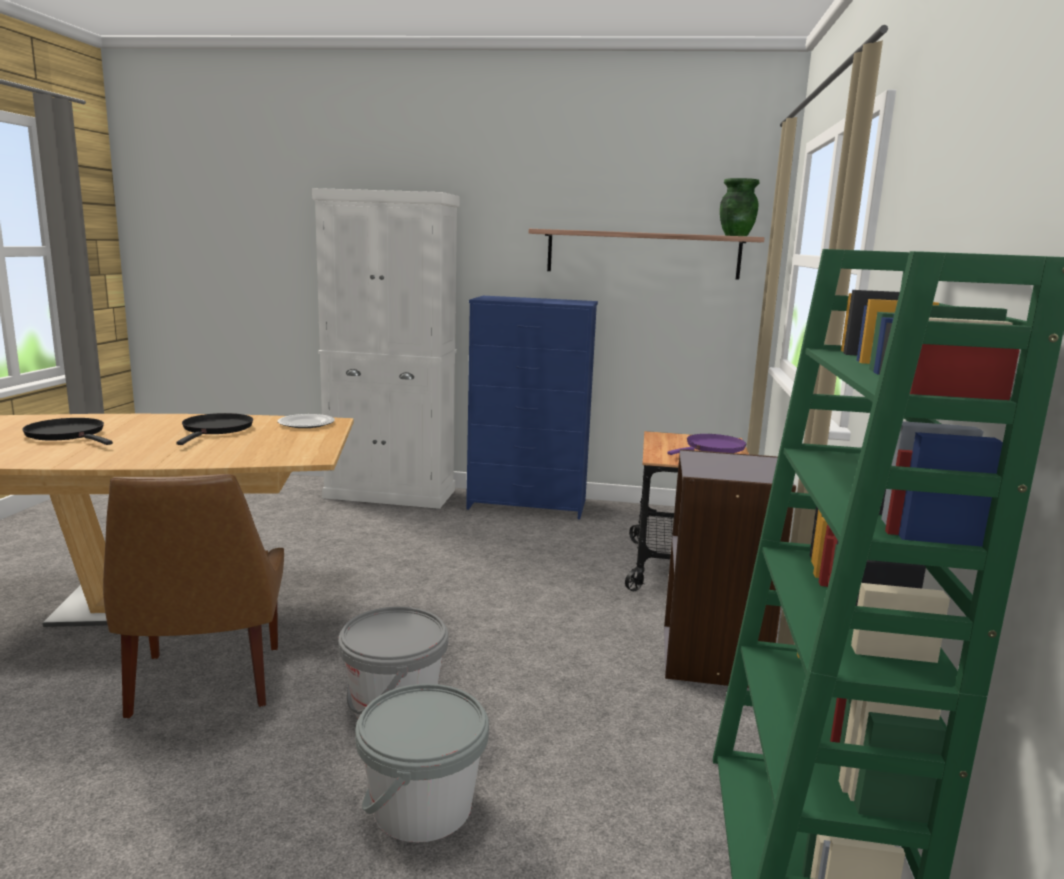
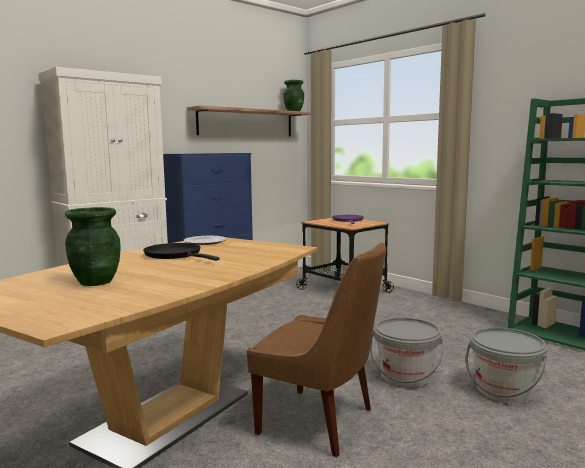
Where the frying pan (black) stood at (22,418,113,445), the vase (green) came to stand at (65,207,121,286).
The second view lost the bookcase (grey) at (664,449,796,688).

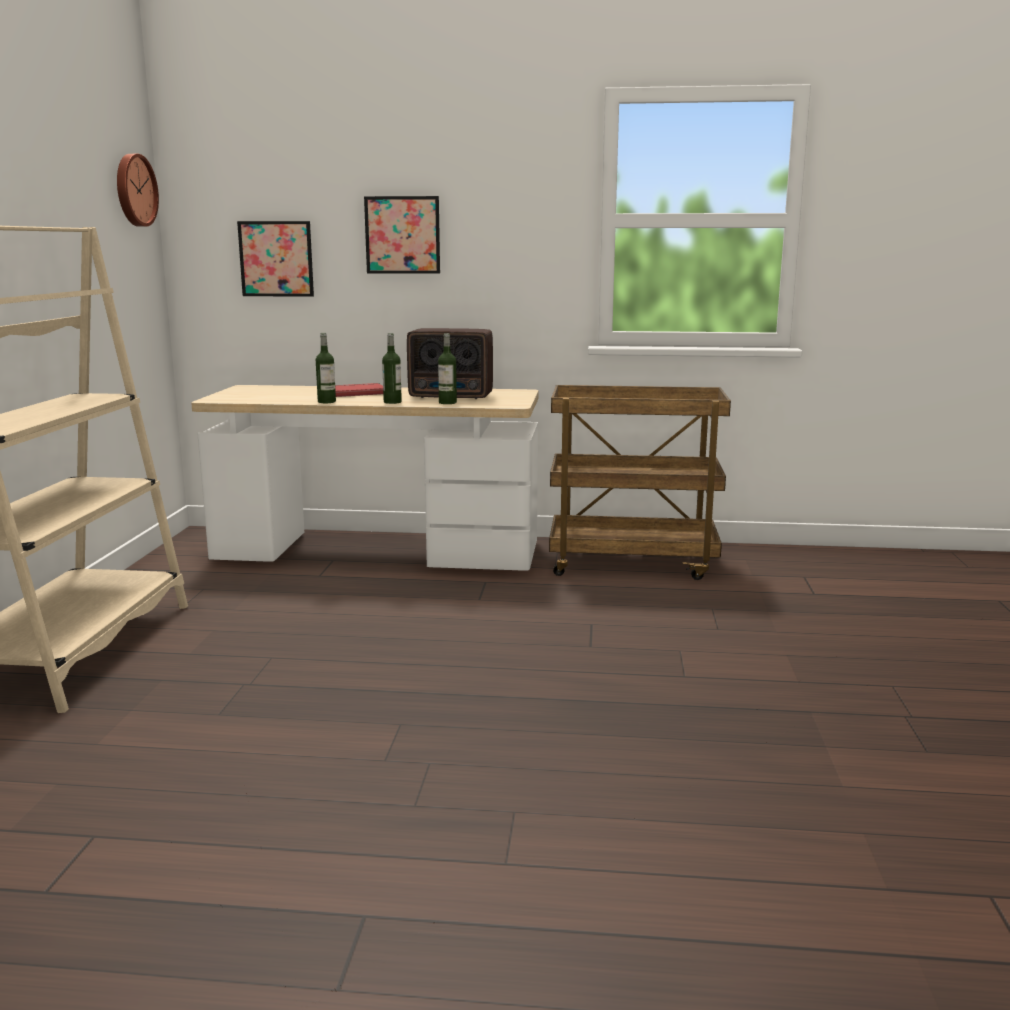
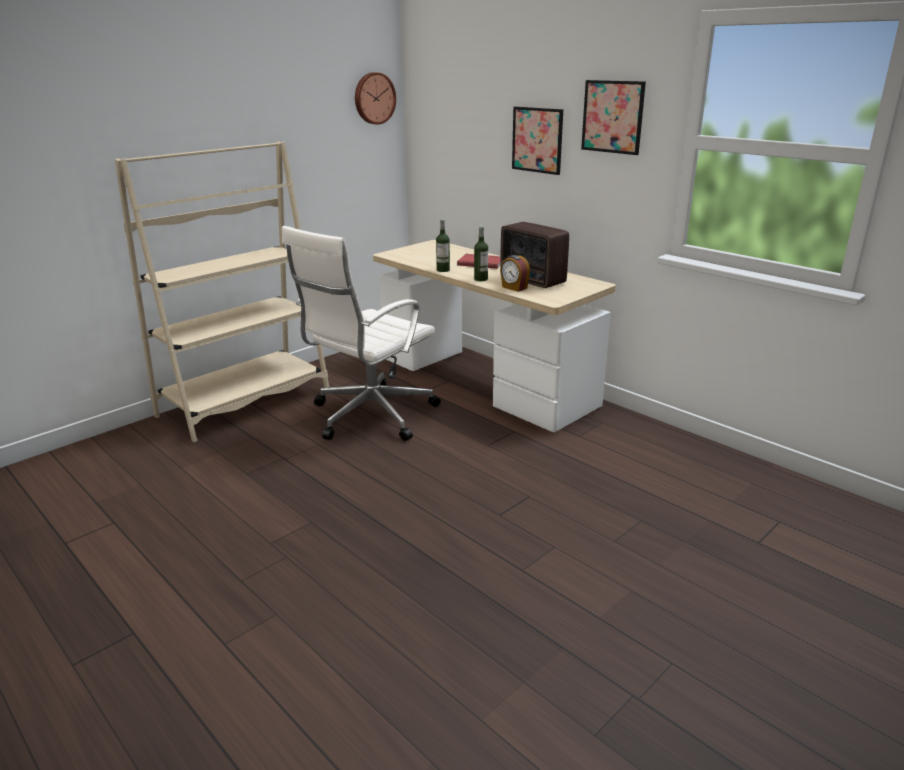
The picture ended up elsewhere, having gone from (237,221,314,297) to (581,80,646,155).
Where the bottle stood at (438,333,457,404), the alarm clock came to stand at (500,255,530,292).
The second view lost the cart (brown) at (549,385,731,580).
The second view gained the office chair (white) at (282,226,441,441).

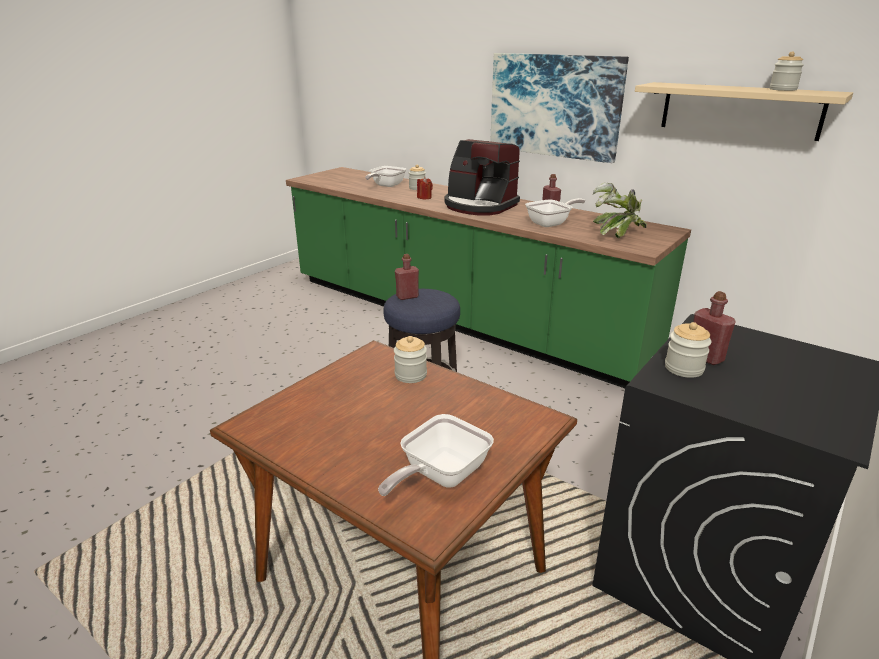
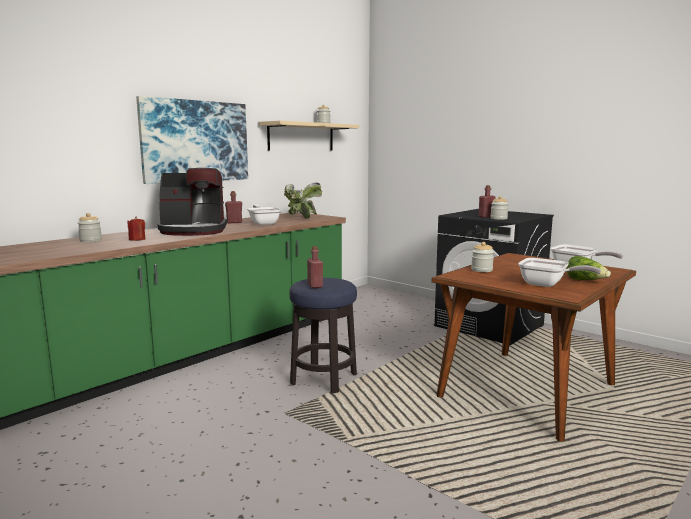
The frying pan ended up elsewhere, having gone from (365,166,407,187) to (518,258,601,287).
The coffee machine at (445,139,520,216) ended up facing another way, 45 degrees clockwise from before.
The second view gained the lettuce at (566,256,611,280).

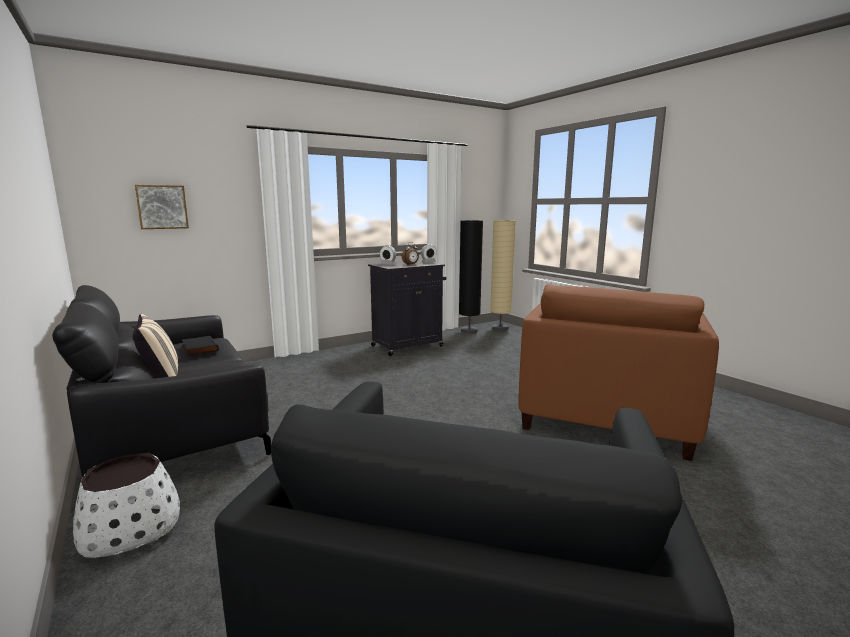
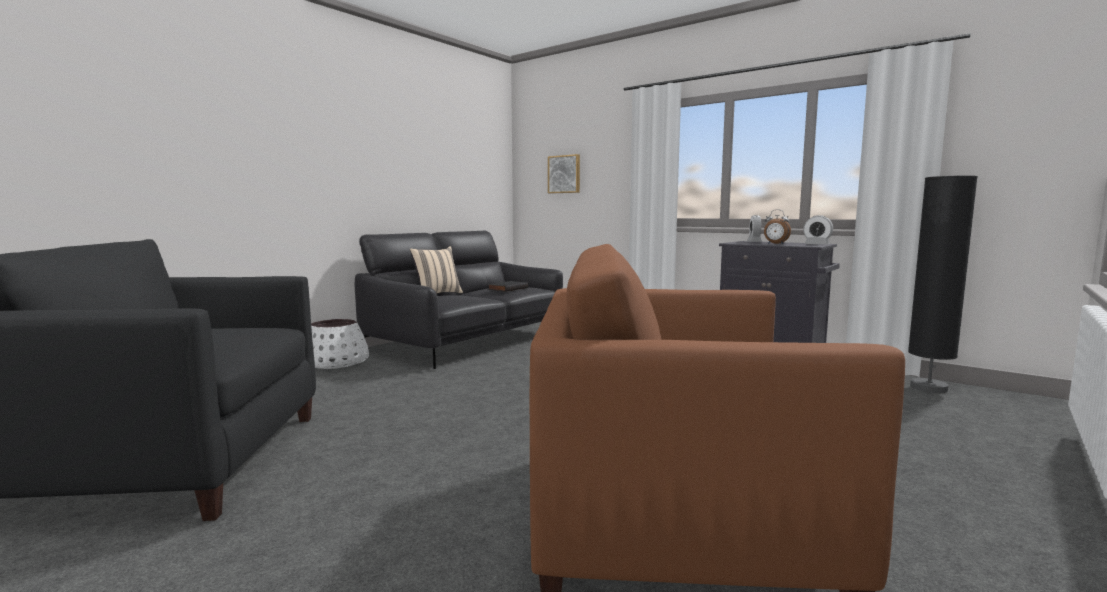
The second view lost the floor lamp (beige) at (490,220,516,331).

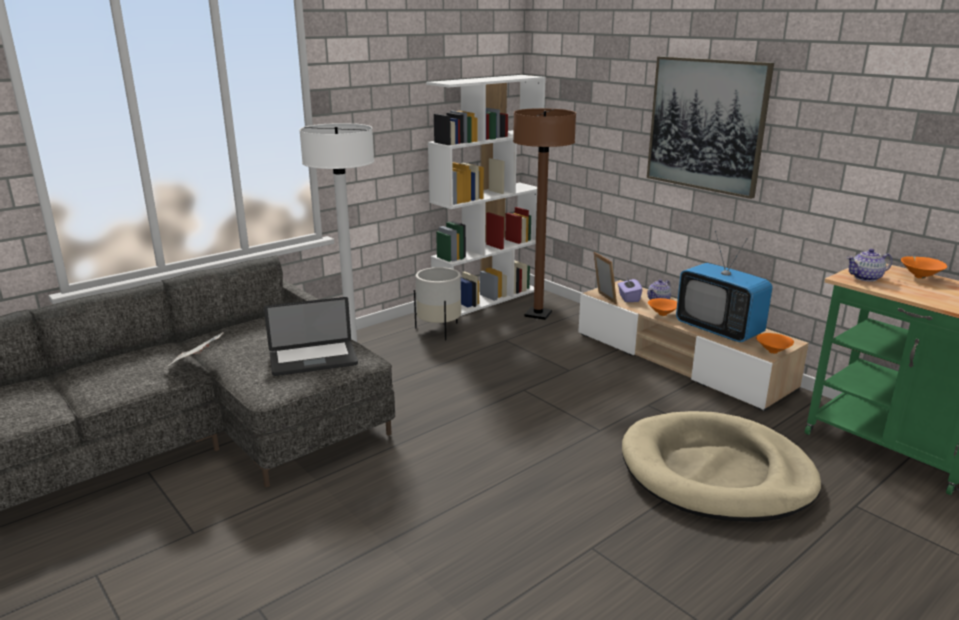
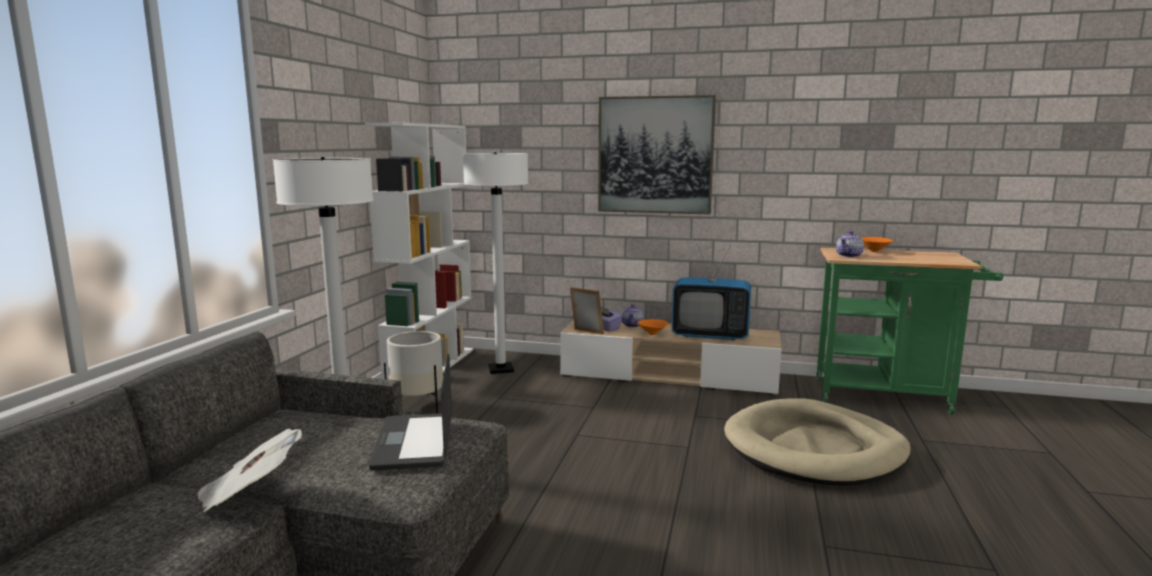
The laptop at (264,297,358,376) ended up facing another way, 135 degrees clockwise from before.
What was the floor lamp (brown) at (513,108,576,320) turned into the floor lamp (white) at (463,152,529,374).
The second view lost the bowl (orange) at (756,333,794,354).

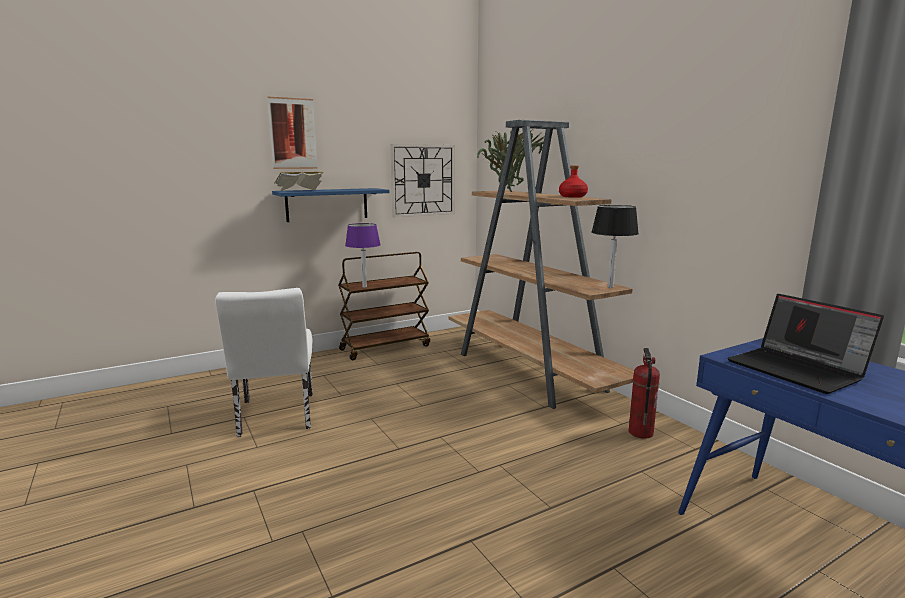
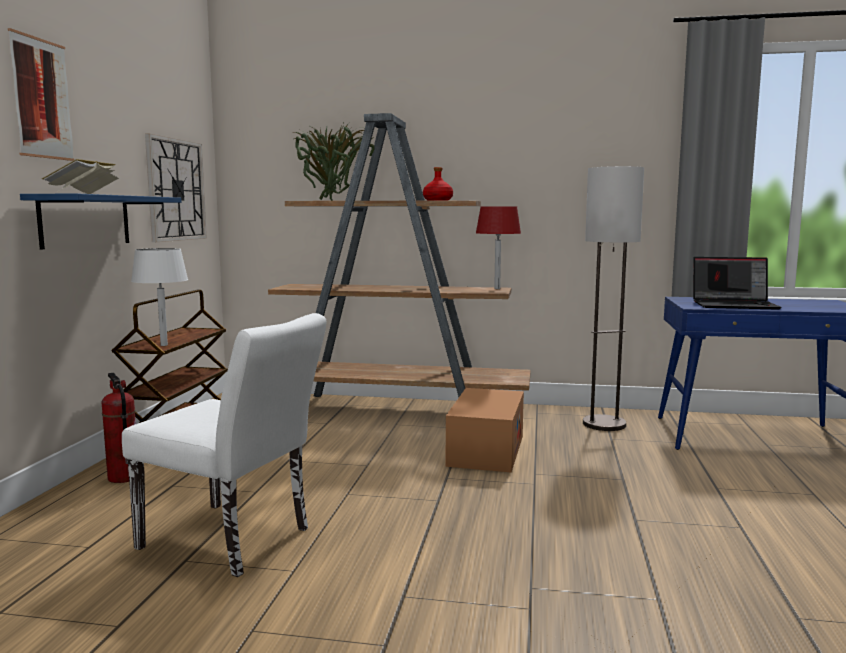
What was the table lamp (purple) at (345,223,381,288) turned into the table lamp (white) at (131,248,188,346).
What was the table lamp (black) at (592,205,639,288) turned into the table lamp (red) at (476,206,521,289).
The fire extinguisher ended up elsewhere, having gone from (629,348,660,439) to (102,373,136,483).
The second view gained the cardboard box at (446,388,524,472).
The second view gained the floor lamp at (583,166,644,431).

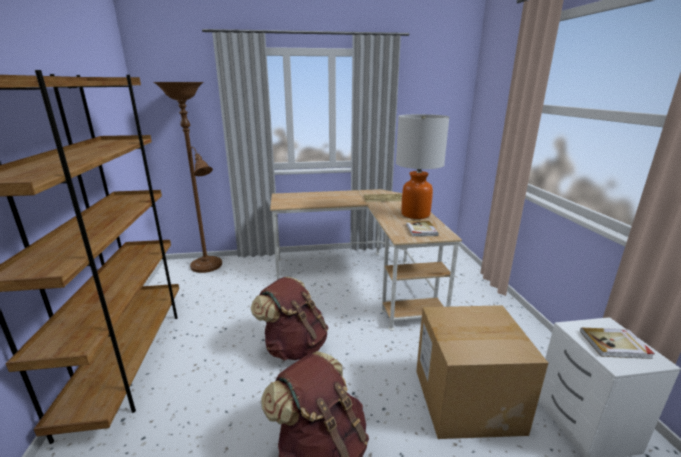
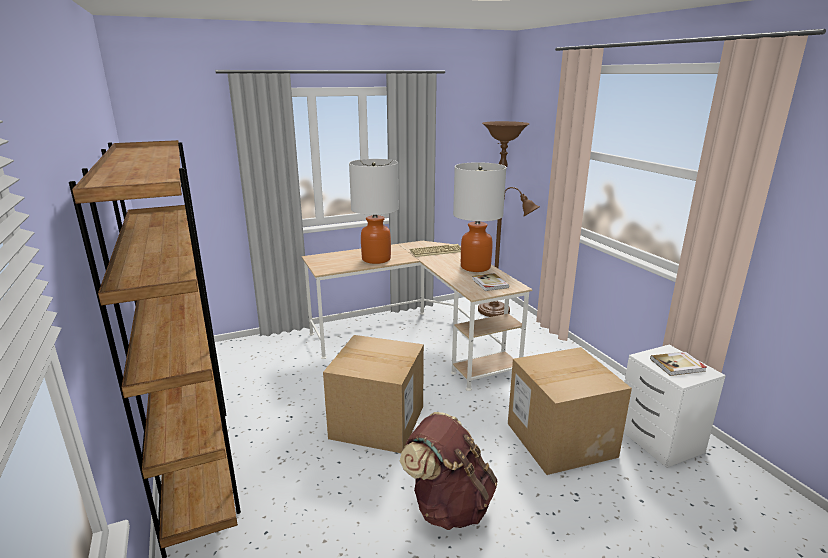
The floor lamp (brown) ended up elsewhere, having gone from (153,82,222,273) to (478,121,540,317).
Where the backpack (brown) stood at (251,277,328,361), the cardboard box came to stand at (323,335,424,453).
The second view gained the table lamp at (349,159,399,264).

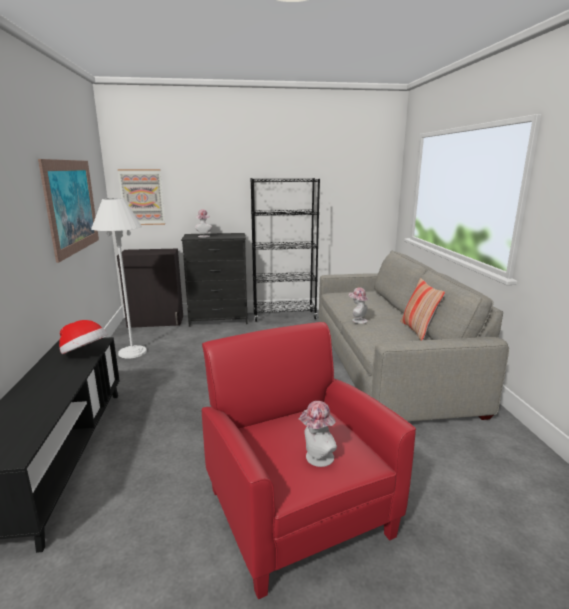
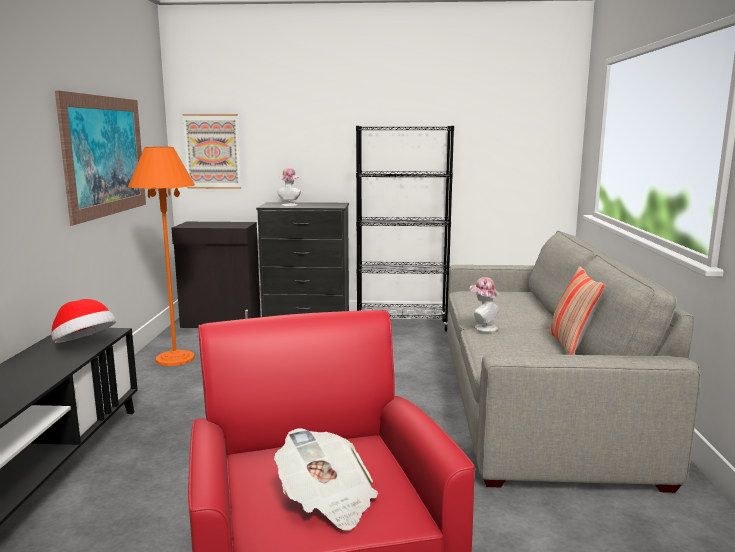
What was the floor lamp (white) at (91,198,147,358) turned into the floor lamp (orange) at (128,147,195,366).
Where the hat stood at (299,401,337,467), the newspaper came to stand at (274,428,378,531).

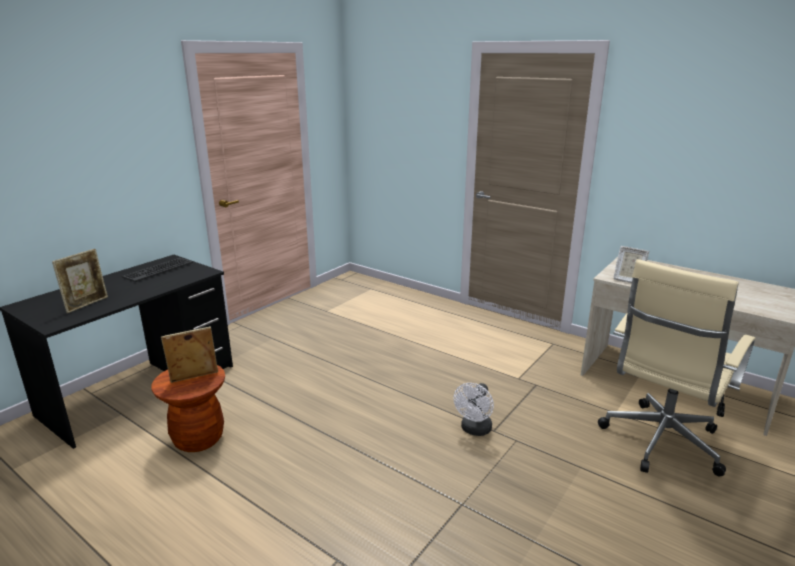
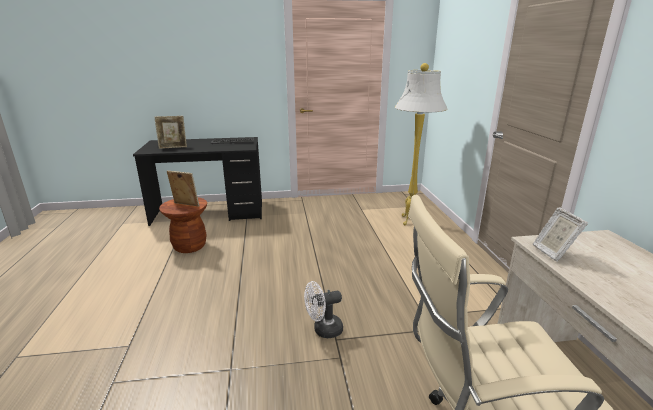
The second view gained the floor lamp (white) at (395,63,447,225).

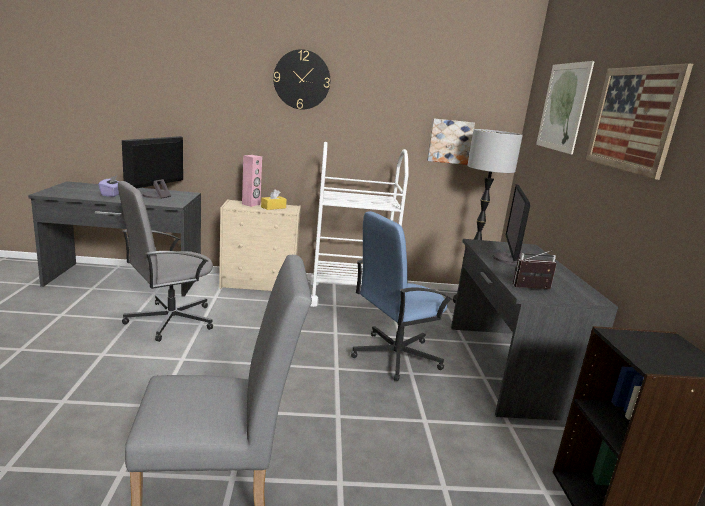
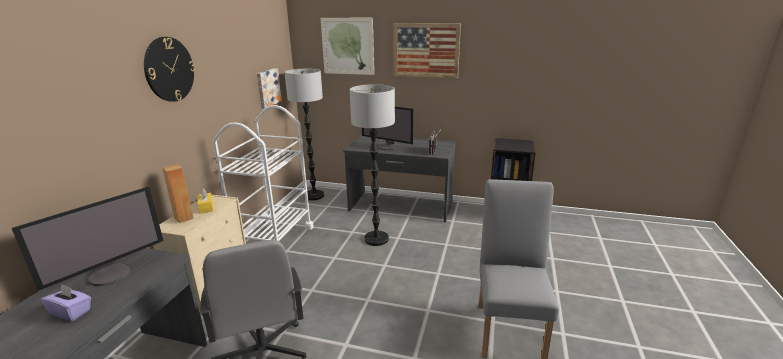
The monitor at (122,136,183,199) ended up facing another way, 90 degrees counterclockwise from before.
What was the speaker (pink) at (242,155,262,207) turned into the speaker (brown) at (162,164,194,223).
Where the office chair (blue) stood at (351,211,453,381), the floor lamp came to stand at (350,84,395,246).

